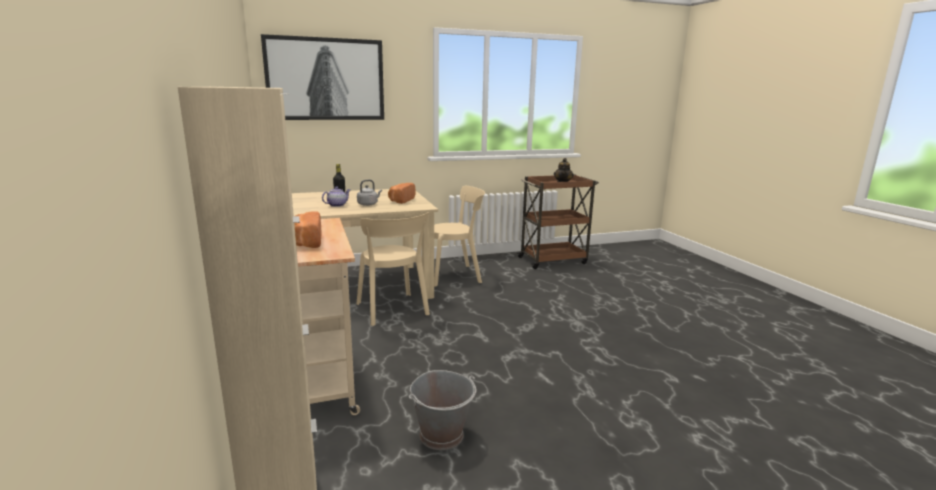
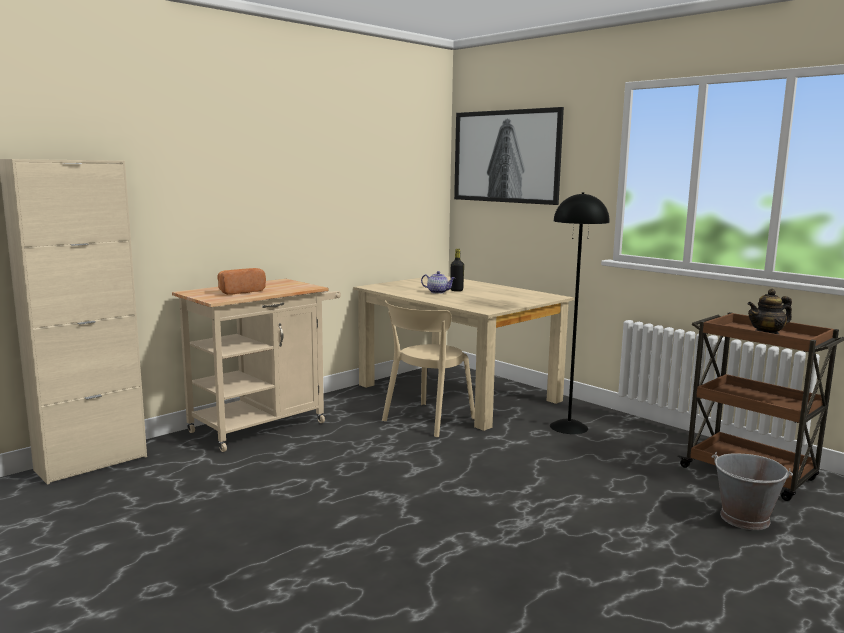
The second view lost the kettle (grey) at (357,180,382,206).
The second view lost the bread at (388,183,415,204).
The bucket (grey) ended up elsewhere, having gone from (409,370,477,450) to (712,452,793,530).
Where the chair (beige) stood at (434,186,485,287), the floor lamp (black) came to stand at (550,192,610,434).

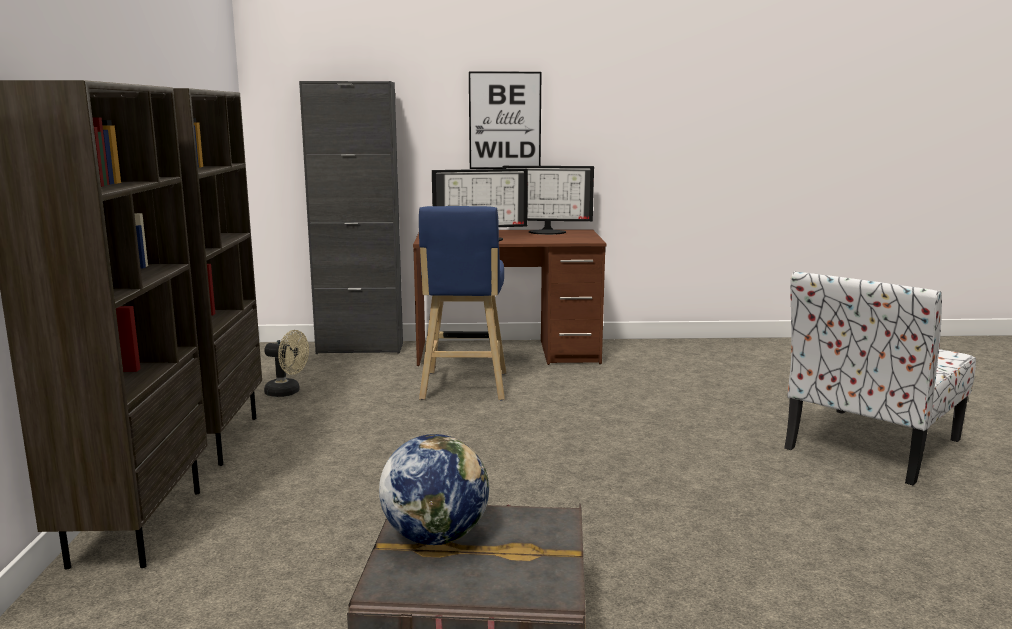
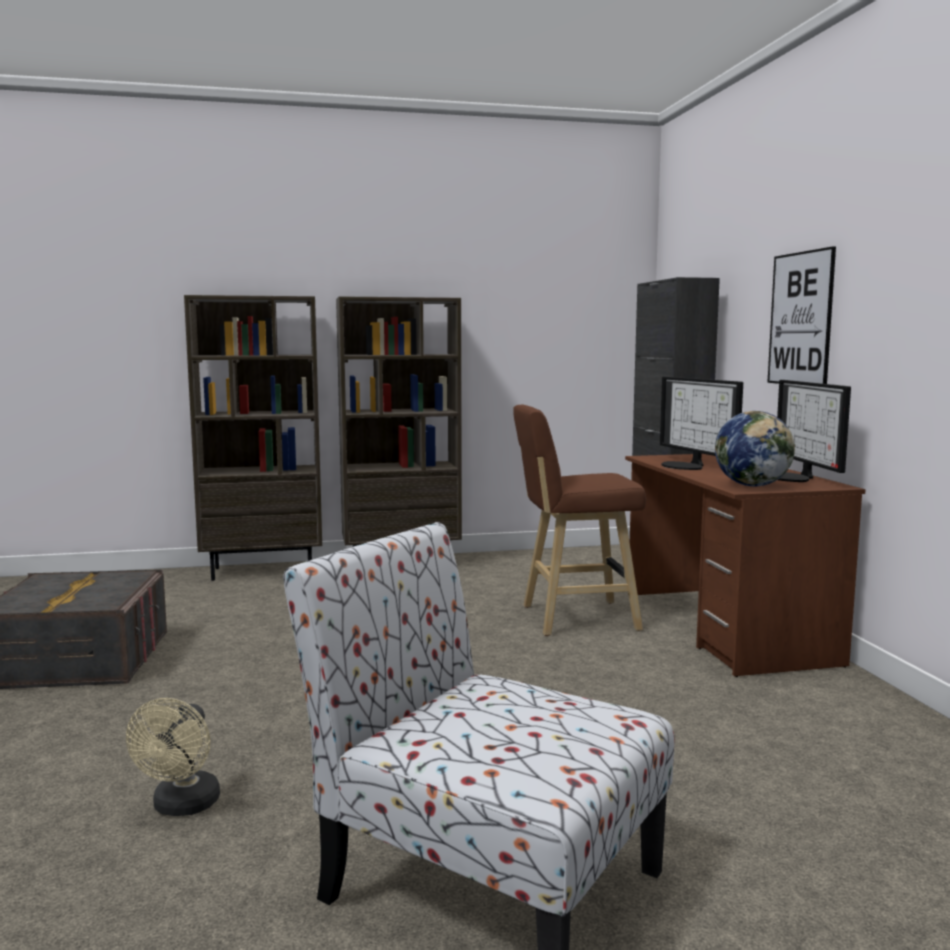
The fan (beige) ended up elsewhere, having gone from (264,330,309,397) to (126,698,220,816).
The globe ended up elsewhere, having gone from (379,434,489,545) to (715,411,796,486).
What was the stool (blue) at (419,206,506,401) turned into the stool (brown) at (513,405,646,636).

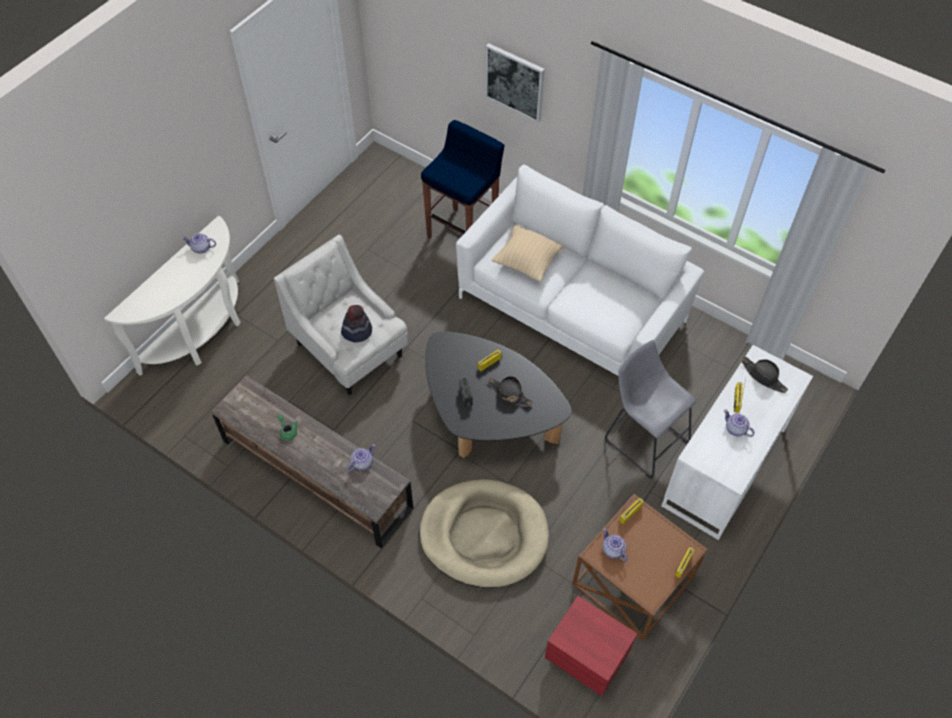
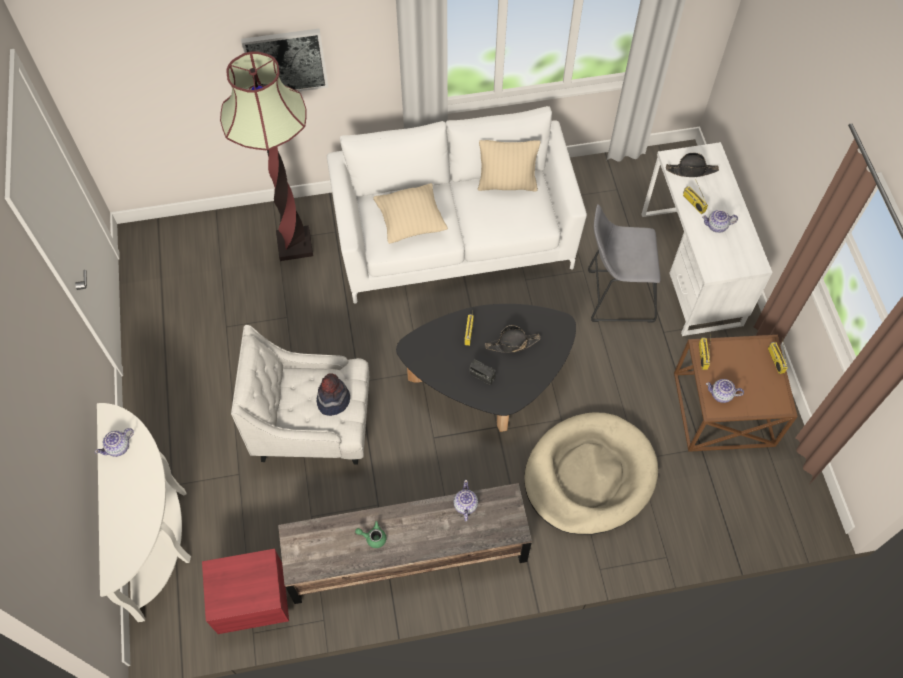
Where the stool (blue) stood at (421,120,505,239), the floor lamp came to stand at (220,51,313,261).
The nightstand (red) ended up elsewhere, having gone from (544,596,637,696) to (202,549,289,634).
The second view gained the pillow (beige) at (478,140,540,191).

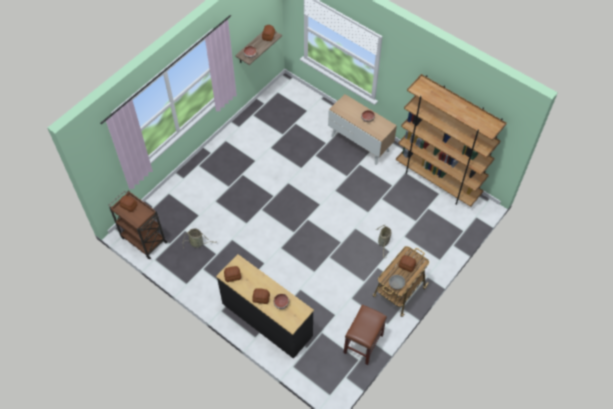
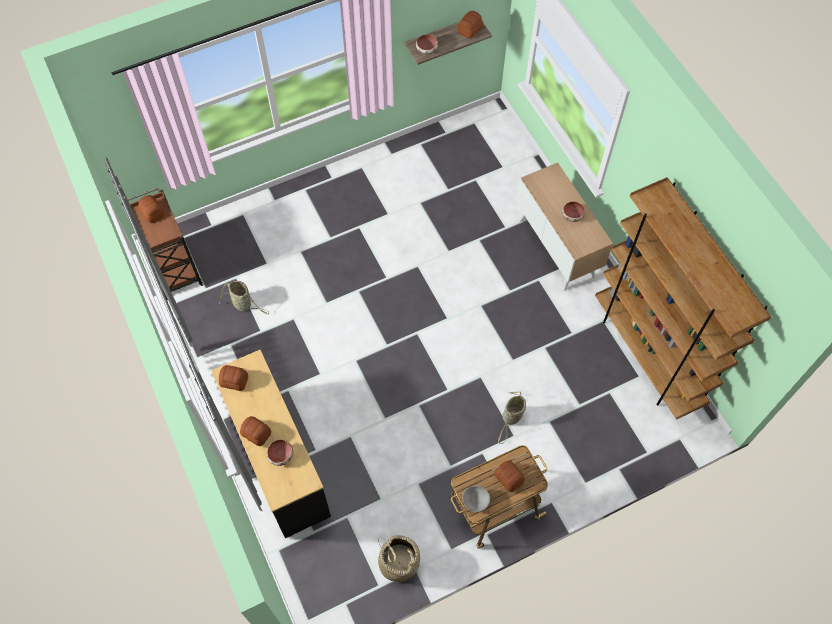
Where the stool (brown) stood at (343,305,387,365), the basket came to stand at (378,535,420,582).

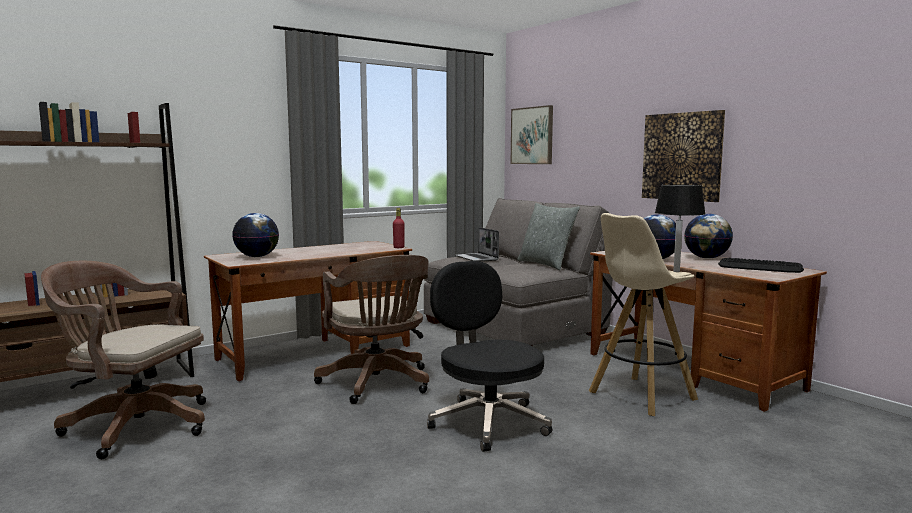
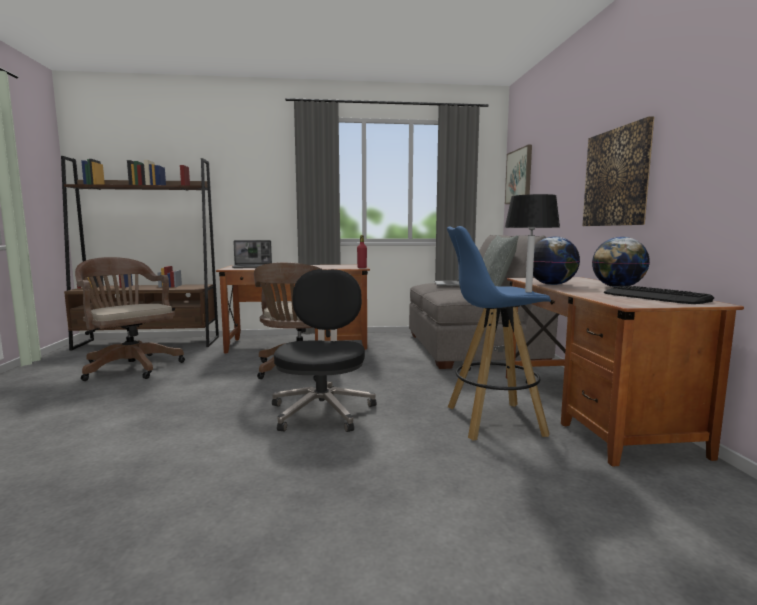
Where the globe stood at (232,213,279,257), the laptop came to stand at (232,240,272,268).
What was the stool (beige) at (589,213,698,416) turned into the stool (blue) at (447,226,551,441).

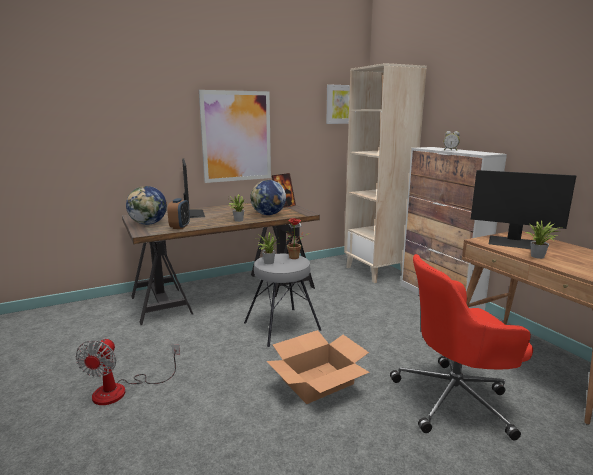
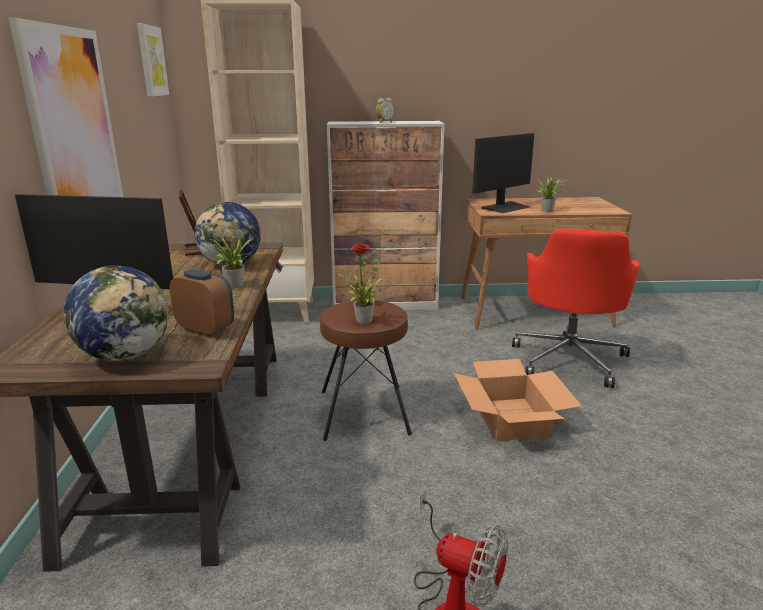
What was the stool (grey) at (244,254,321,347) turned into the stool (brown) at (320,300,412,441).

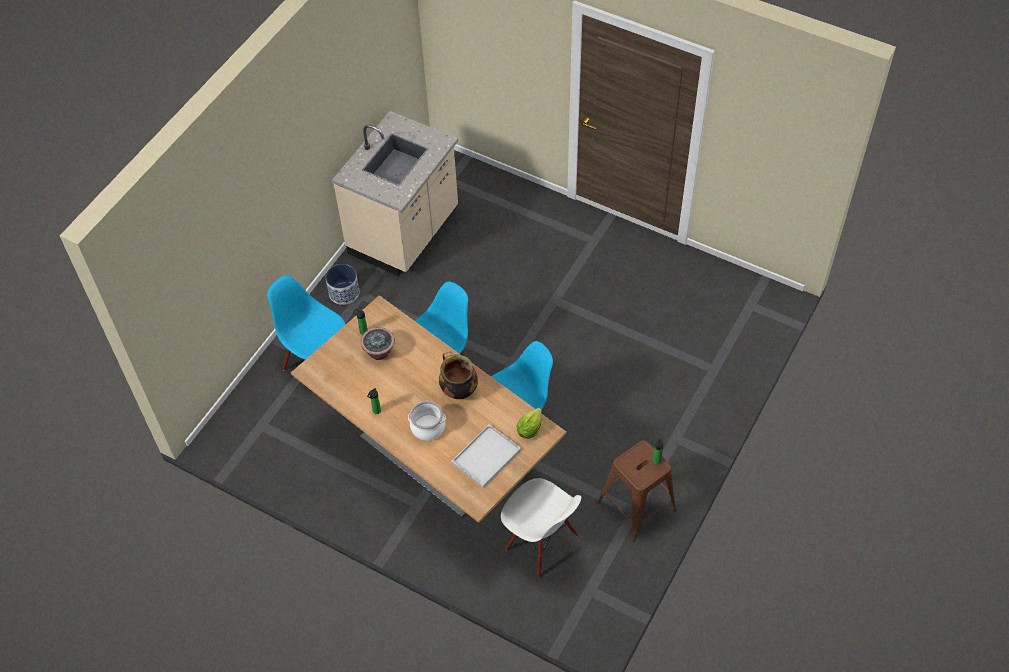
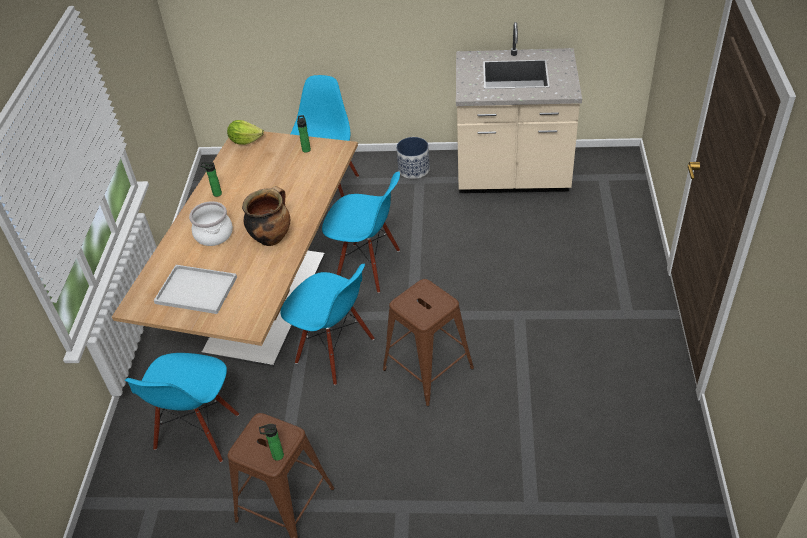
The second view lost the potted plant at (361,327,395,360).
What was the chair (white) at (501,478,581,578) turned into the chair (blue) at (125,353,239,462).
The lettuce ended up elsewhere, having gone from (517,408,542,439) to (227,120,264,145).
The second view gained the stool (brown) at (383,279,474,406).

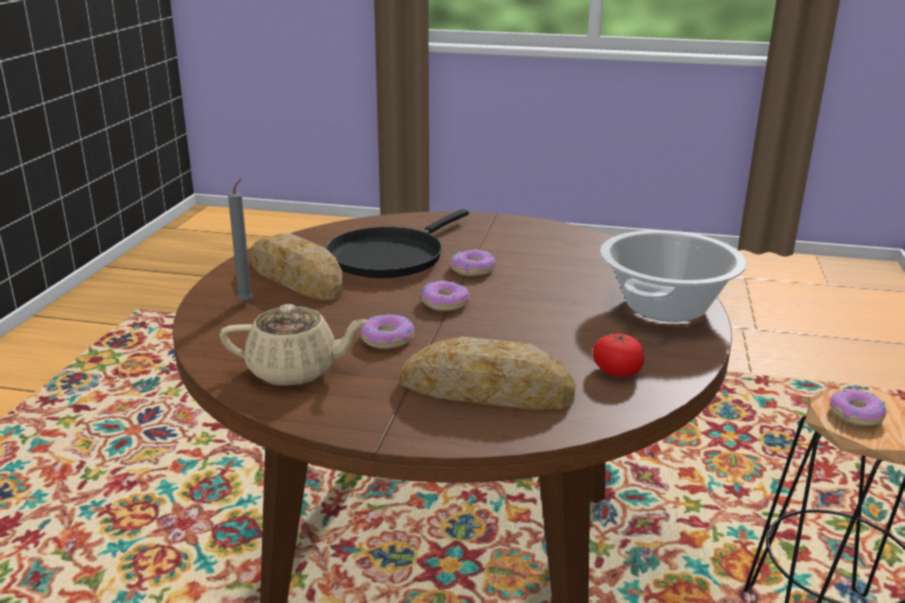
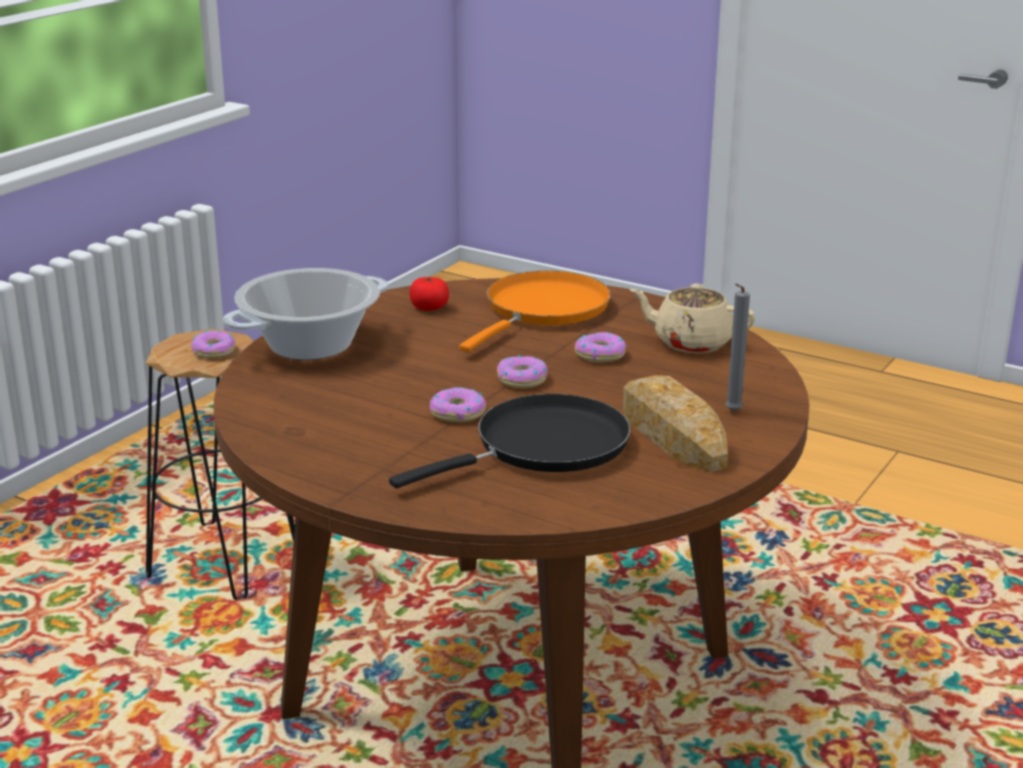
Where the bread stood at (401,336,576,410), the frying pan (orange) came to stand at (459,271,611,352).

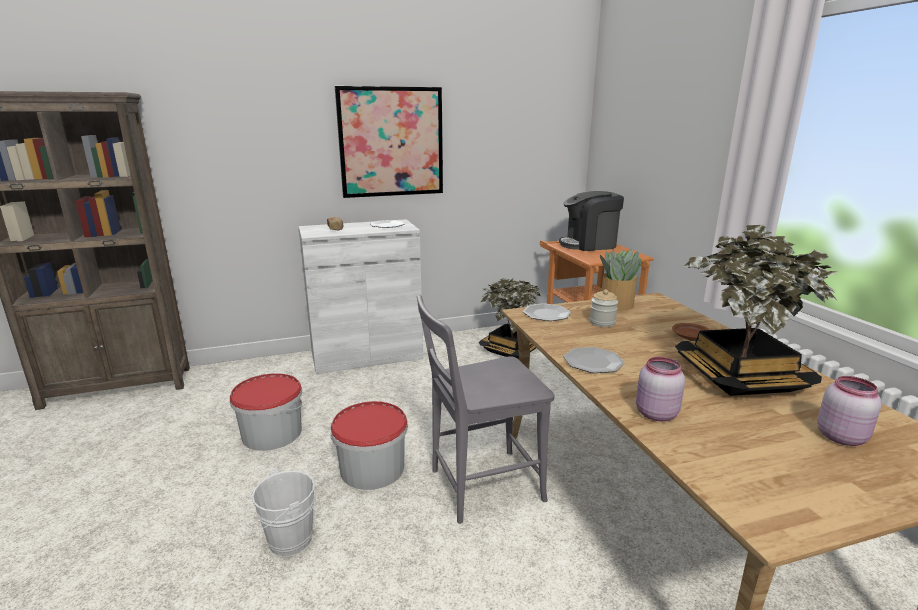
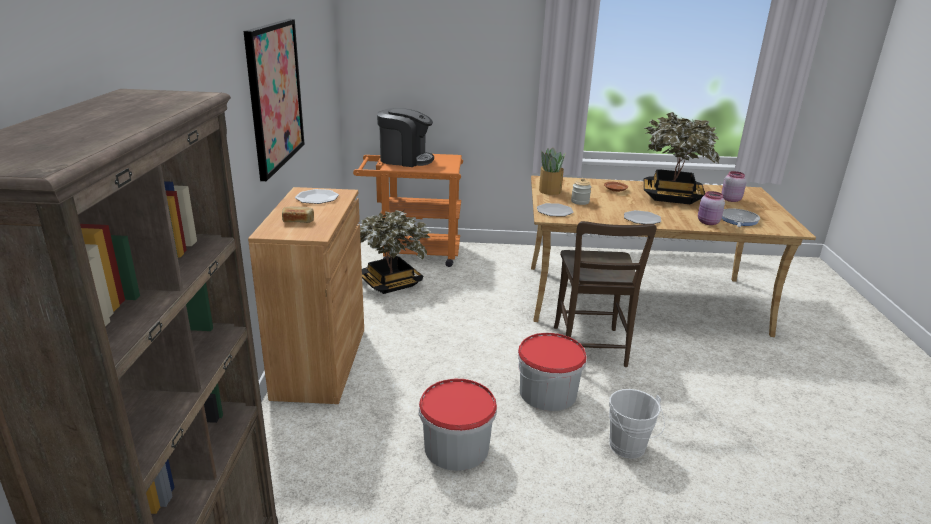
What was the cabinet (white) at (299,219,423,374) turned into the cabinet (brown) at (248,187,364,404).
What was the chair (grey) at (417,295,554,524) turned into the chair (brown) at (554,221,657,367).
The coffee machine at (559,191,624,251) ended up facing another way, 90 degrees counterclockwise from before.
The second view gained the frying pan at (722,208,760,227).

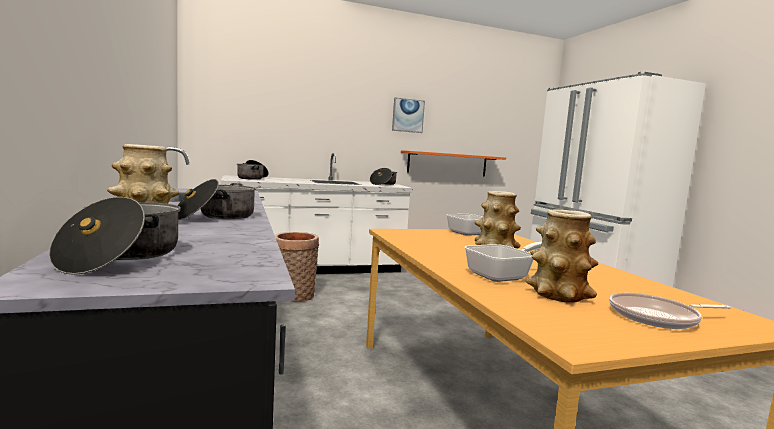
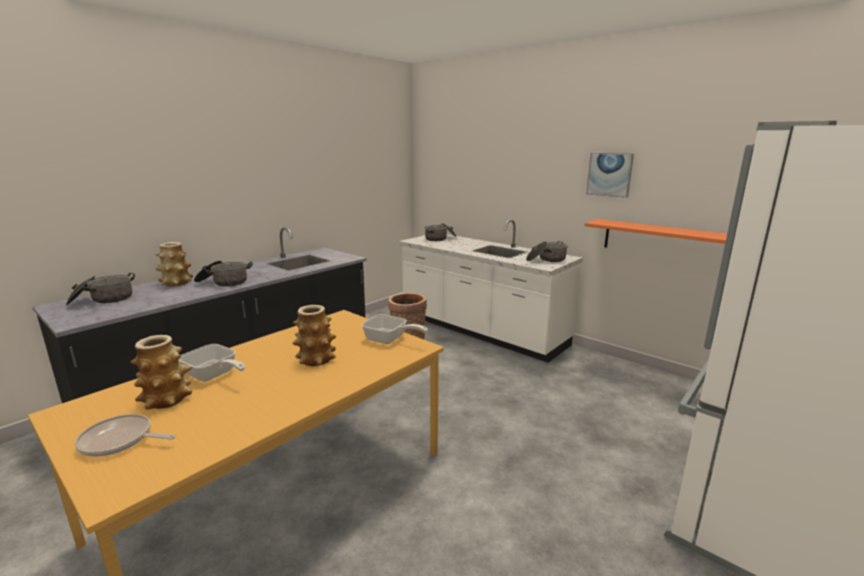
The frying pan at (609,293,731,329) ended up facing another way, 45 degrees counterclockwise from before.

